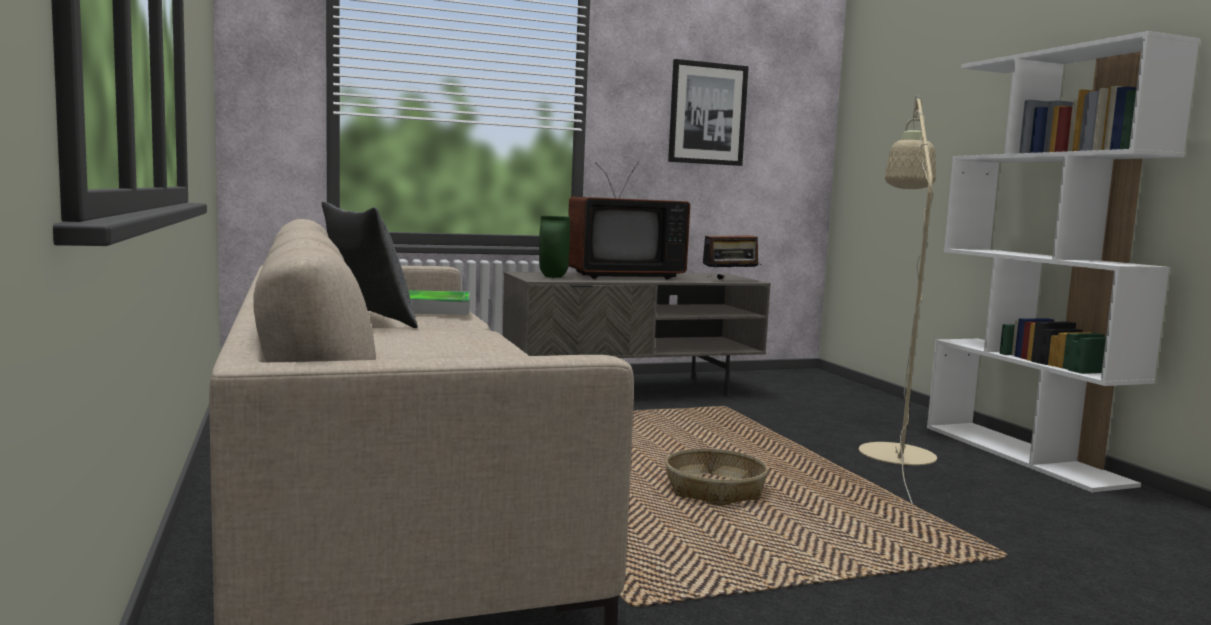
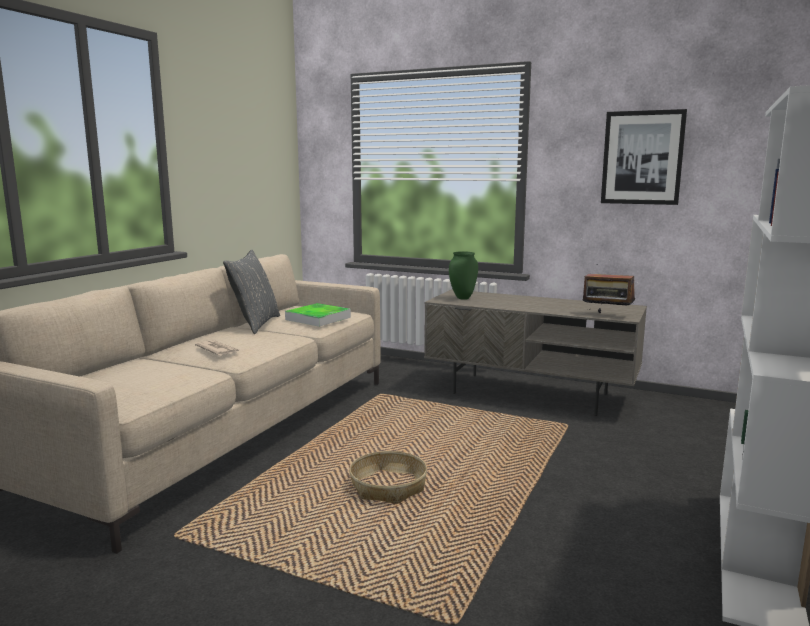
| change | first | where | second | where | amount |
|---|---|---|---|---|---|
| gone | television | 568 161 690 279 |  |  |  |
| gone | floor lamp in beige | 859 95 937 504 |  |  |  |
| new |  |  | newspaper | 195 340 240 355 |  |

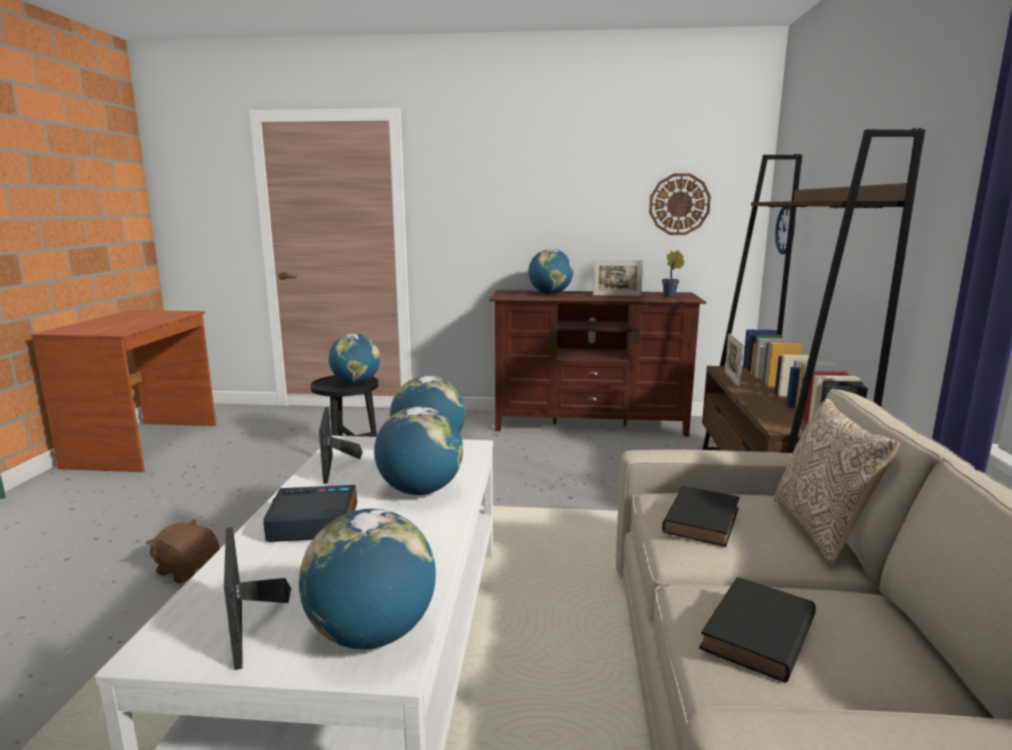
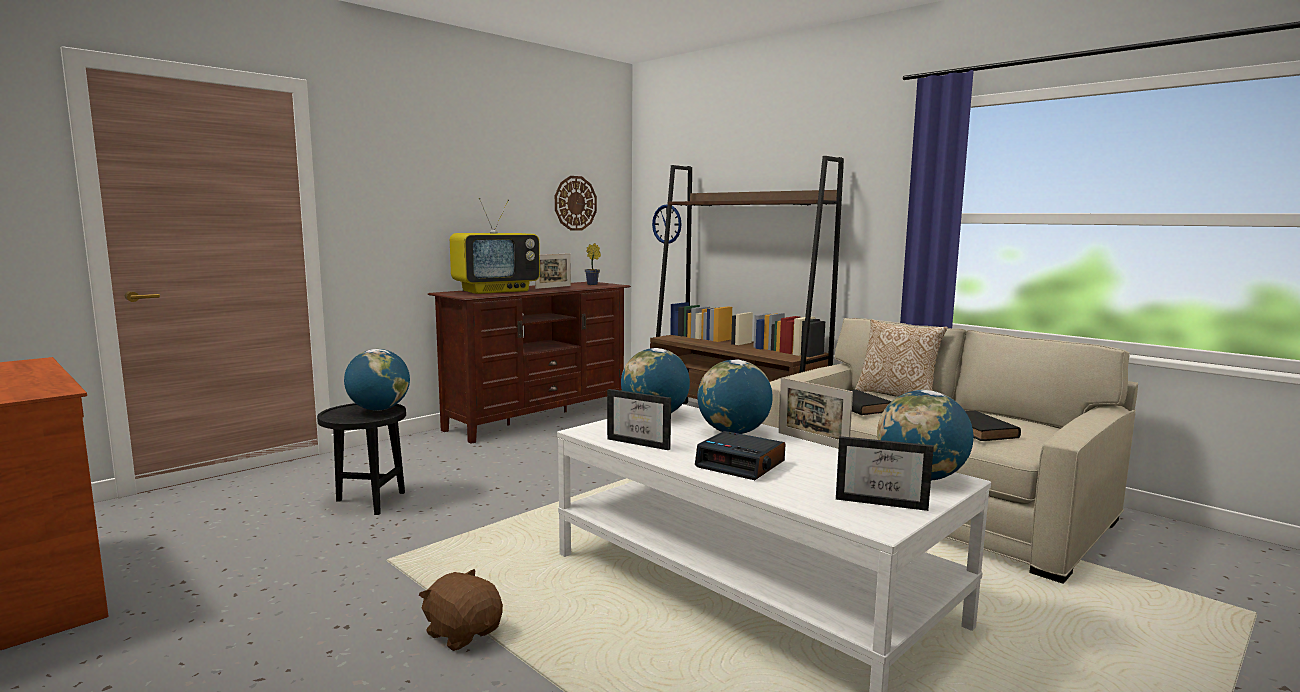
| change | first | where | second | where | amount |
|---|---|---|---|---|---|
| shifted | picture frame | 725 333 744 387 |  | 779 378 853 449 |  |
| swapped | globe | 529 249 573 294 | television | 450 198 540 294 |  |
| rotated | plush toy in brown | 146 519 219 584 |  | 419 569 503 651 | 60 degrees clockwise |
| rotated | alarm clock | 263 485 357 542 |  | 695 431 785 480 | 90 degrees counterclockwise |

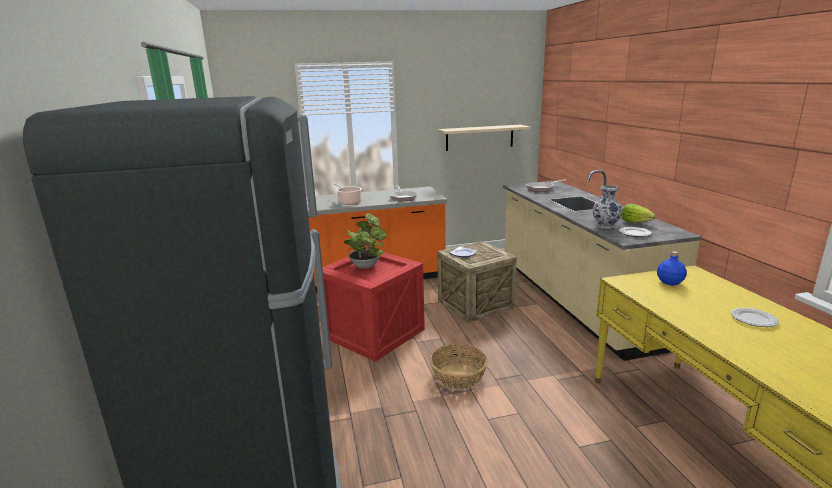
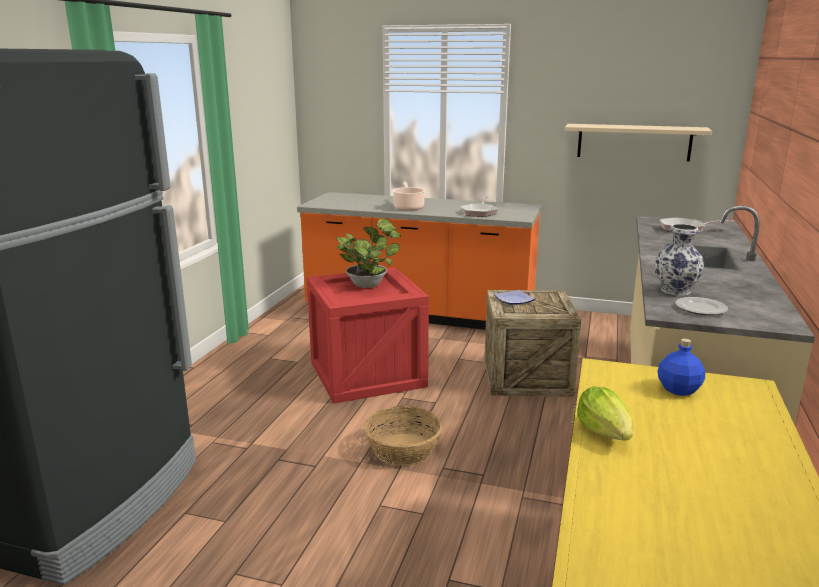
| change | first | where | second | where | amount |
|---|---|---|---|---|---|
| gone | plate | 731 308 779 327 |  |  |  |
| shifted | lettuce | 621 204 656 223 |  | 577 386 633 440 |  |

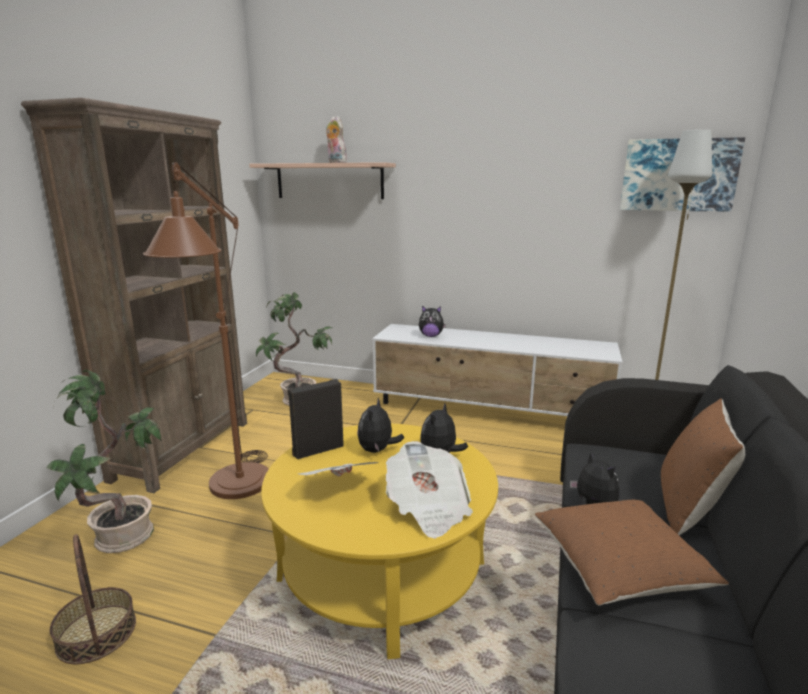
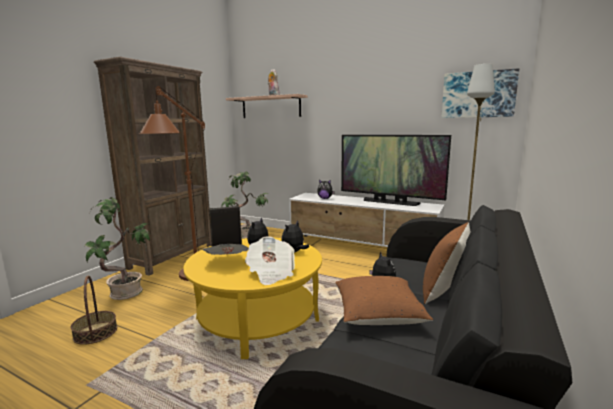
| change | first | where | second | where | amount |
|---|---|---|---|---|---|
| new |  |  | television | 341 135 451 206 |  |

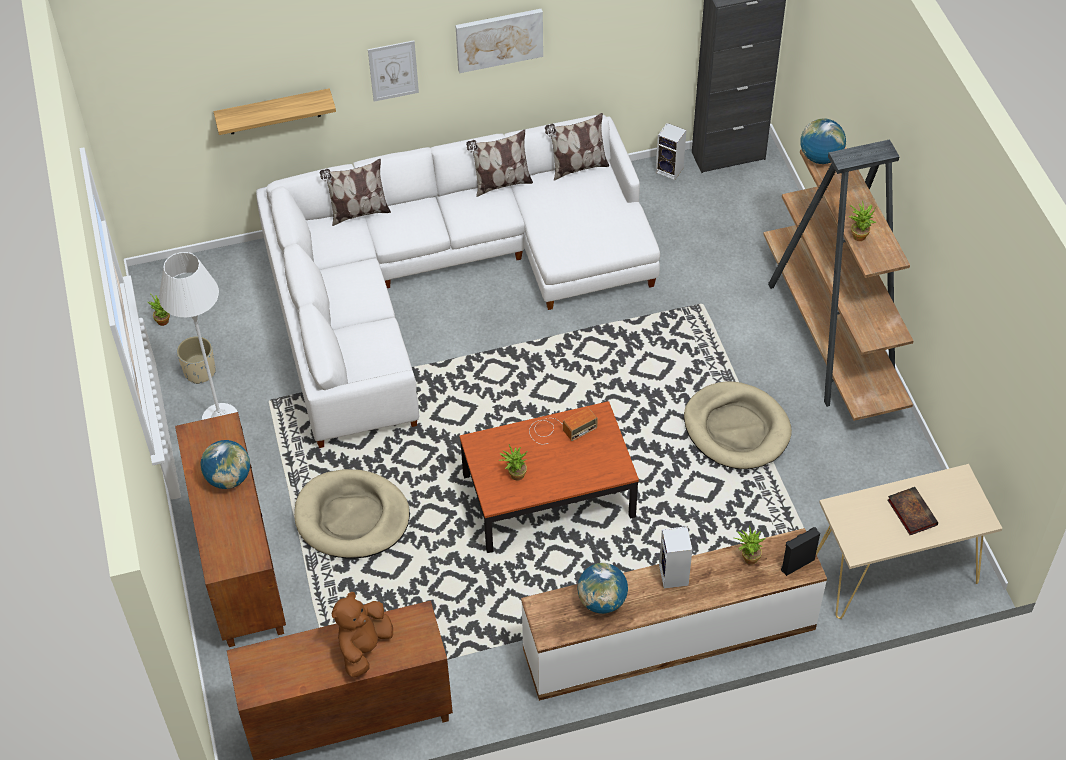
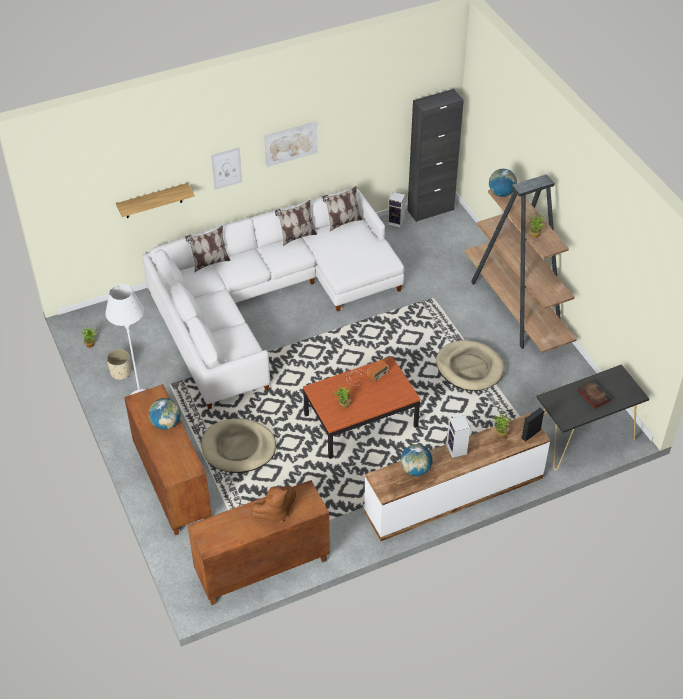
| change | first | where | second | where | amount |
|---|---|---|---|---|---|
| repainted | console table in beige | 816 464 1002 619 | console table in black | 536 365 649 470 |  |
| rotated | plush toy in brown | 332 592 393 678 |  | 251 485 296 523 | 135 degrees counterclockwise |

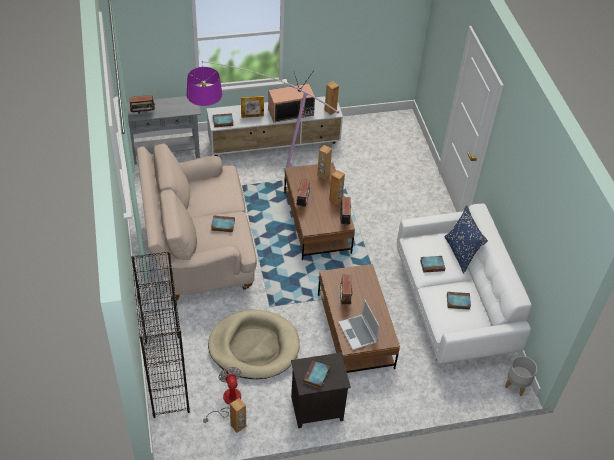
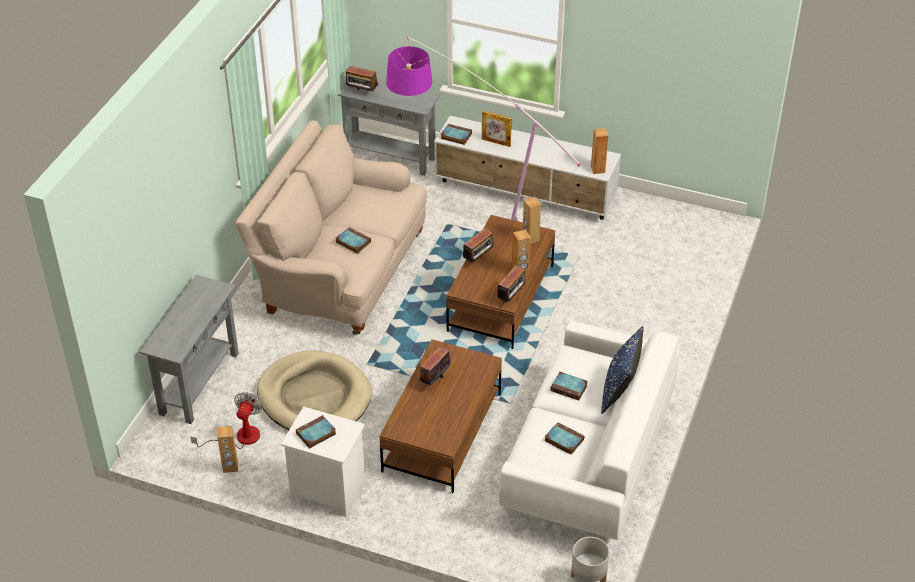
| change | first | where | second | where | amount |
|---|---|---|---|---|---|
| gone | television | 268 70 315 122 |  |  |  |
| gone | laptop | 338 299 380 350 |  |  |  |
| swapped | bookcase in black | 131 251 190 418 | console table in grey | 139 275 239 424 |  |
| repainted | nightstand in black | 291 353 351 428 | nightstand in white | 281 406 365 517 |  |

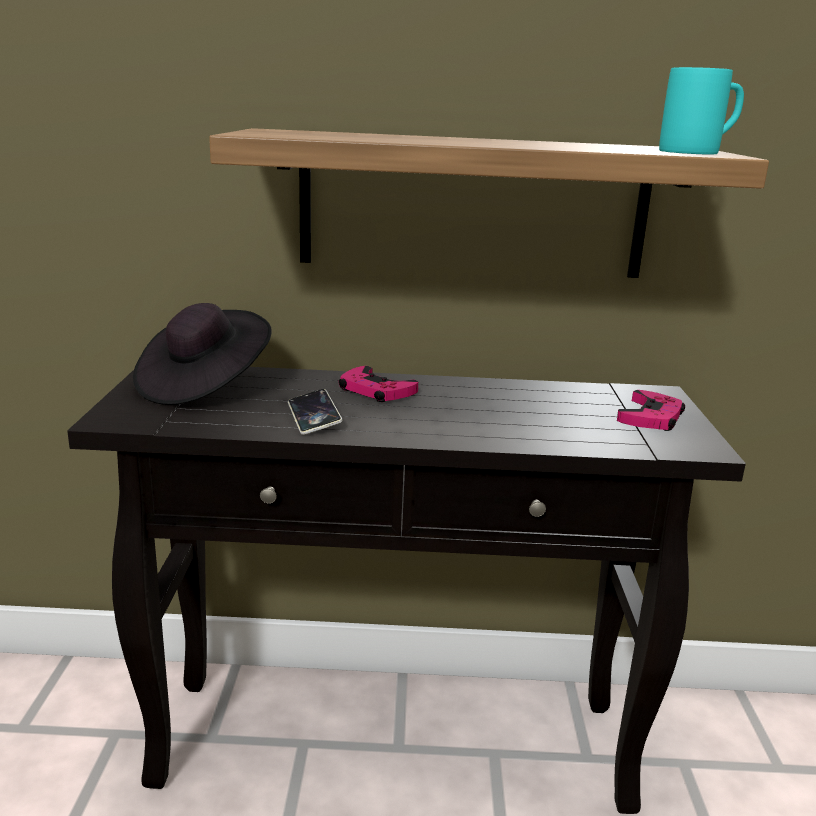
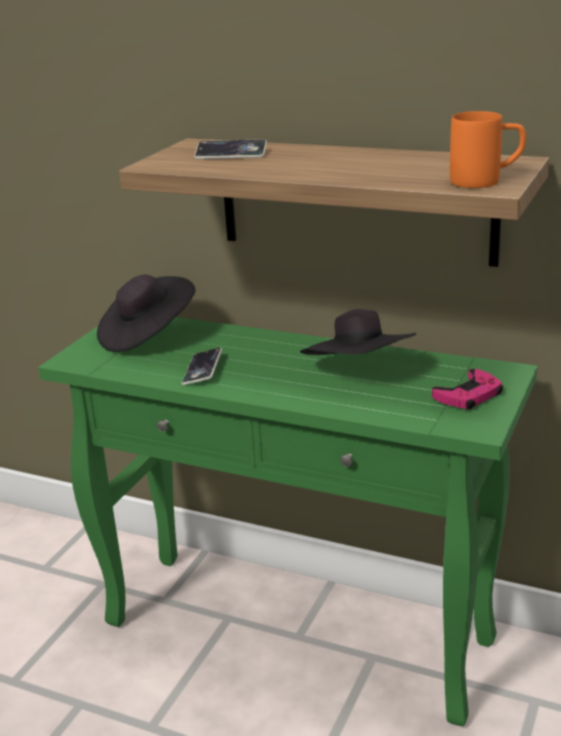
| change | first | where | second | where | amount |
|---|---|---|---|---|---|
| gone | game controller in pink | 339 366 418 402 |  |  |  |
| new |  |  | phone | 195 139 267 159 |  |
| new |  |  | hat in black | 300 309 416 355 |  |
| repainted | console table in black | 67 367 746 814 | console table in green | 38 317 538 726 |  |
| repainted | mug in turquoise | 659 67 744 154 | mug in orange | 450 111 526 188 |  |

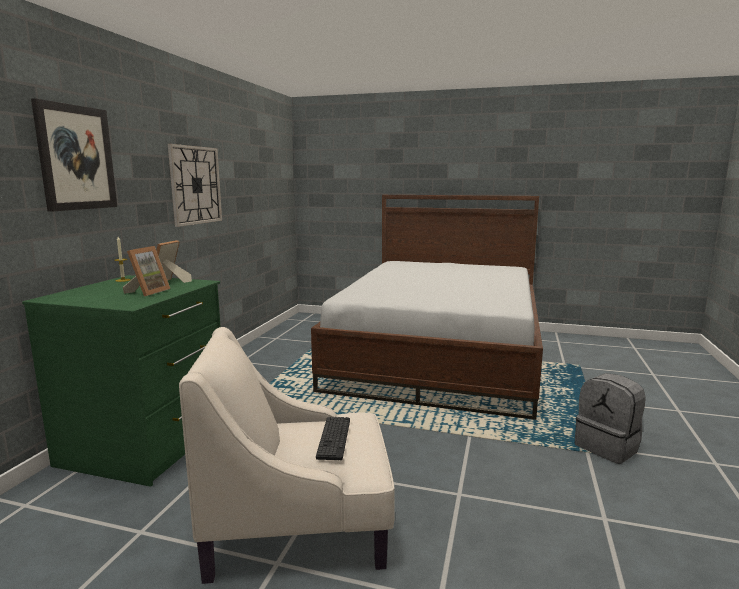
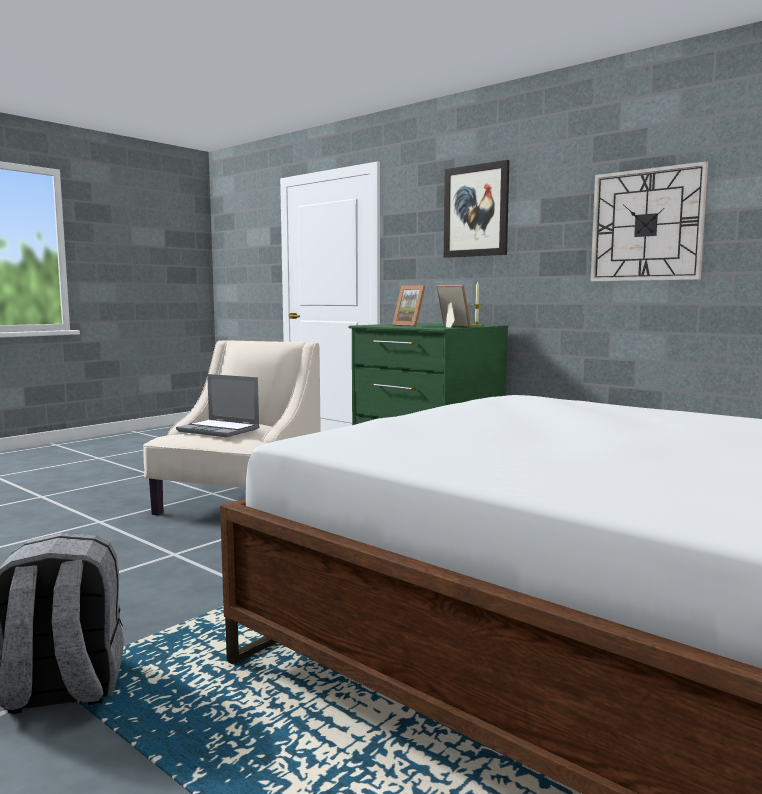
| change | first | where | second | where | amount |
|---|---|---|---|---|---|
| swapped | keyboard | 316 417 350 460 | laptop | 176 374 260 437 |  |

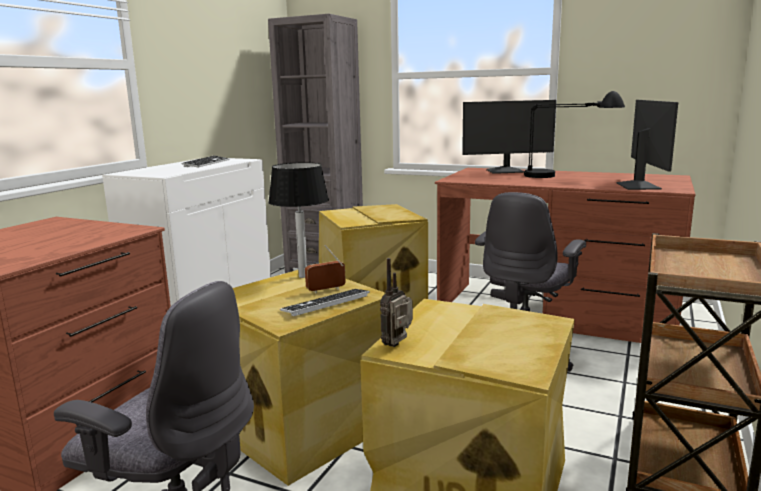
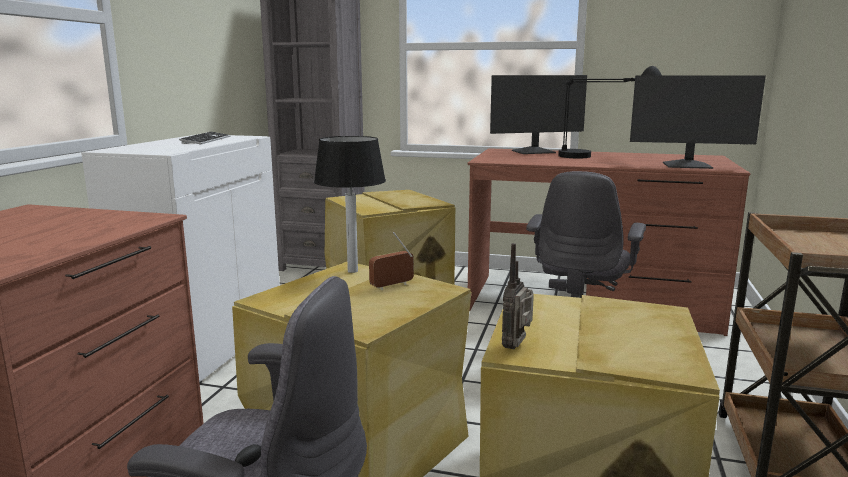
| change | first | where | second | where | amount |
|---|---|---|---|---|---|
| gone | keyboard | 280 289 370 316 |  |  |  |
| rotated | monitor | 617 100 678 190 |  | 630 75 766 169 | 105 degrees clockwise |

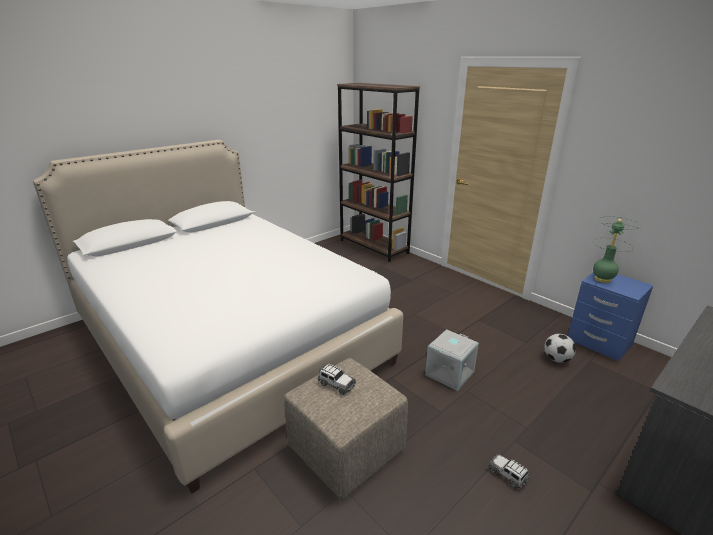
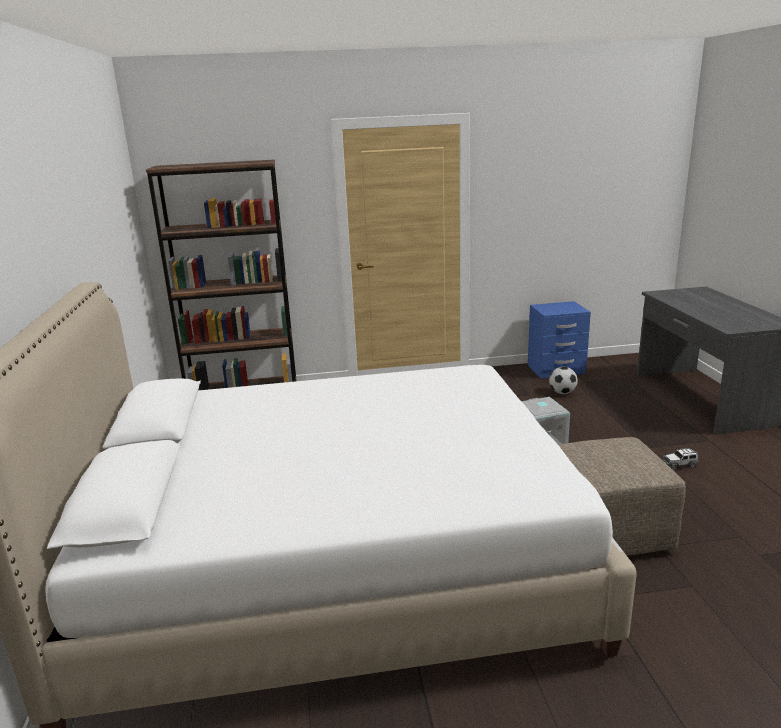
| change | first | where | second | where | amount |
|---|---|---|---|---|---|
| gone | toy car | 318 364 356 395 |  |  |  |
| gone | table lamp in green | 593 216 640 283 |  |  |  |

